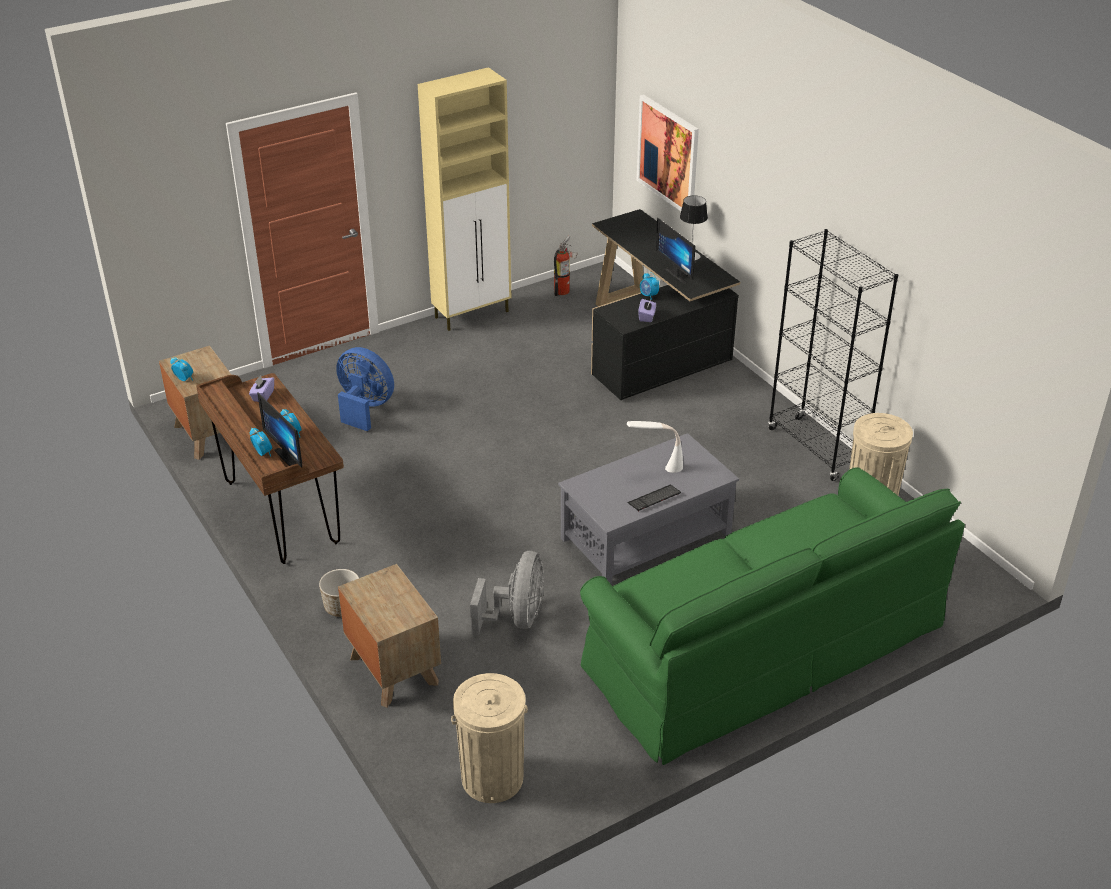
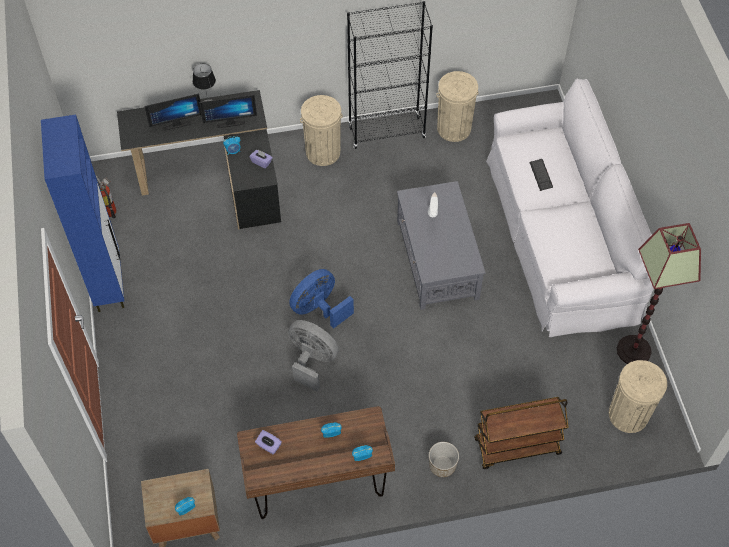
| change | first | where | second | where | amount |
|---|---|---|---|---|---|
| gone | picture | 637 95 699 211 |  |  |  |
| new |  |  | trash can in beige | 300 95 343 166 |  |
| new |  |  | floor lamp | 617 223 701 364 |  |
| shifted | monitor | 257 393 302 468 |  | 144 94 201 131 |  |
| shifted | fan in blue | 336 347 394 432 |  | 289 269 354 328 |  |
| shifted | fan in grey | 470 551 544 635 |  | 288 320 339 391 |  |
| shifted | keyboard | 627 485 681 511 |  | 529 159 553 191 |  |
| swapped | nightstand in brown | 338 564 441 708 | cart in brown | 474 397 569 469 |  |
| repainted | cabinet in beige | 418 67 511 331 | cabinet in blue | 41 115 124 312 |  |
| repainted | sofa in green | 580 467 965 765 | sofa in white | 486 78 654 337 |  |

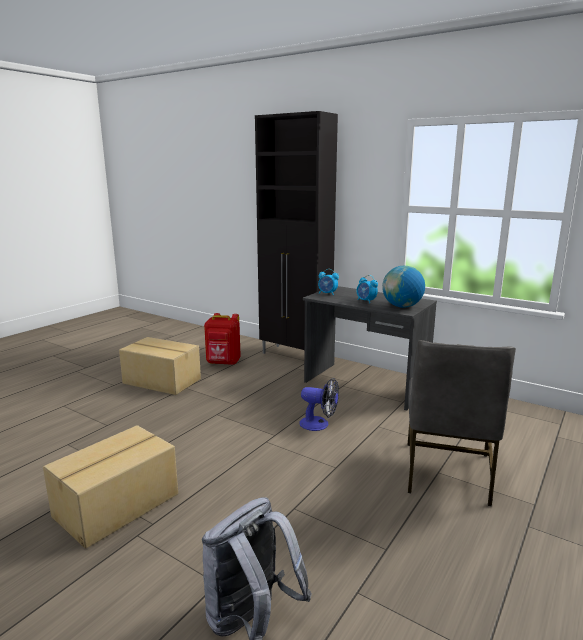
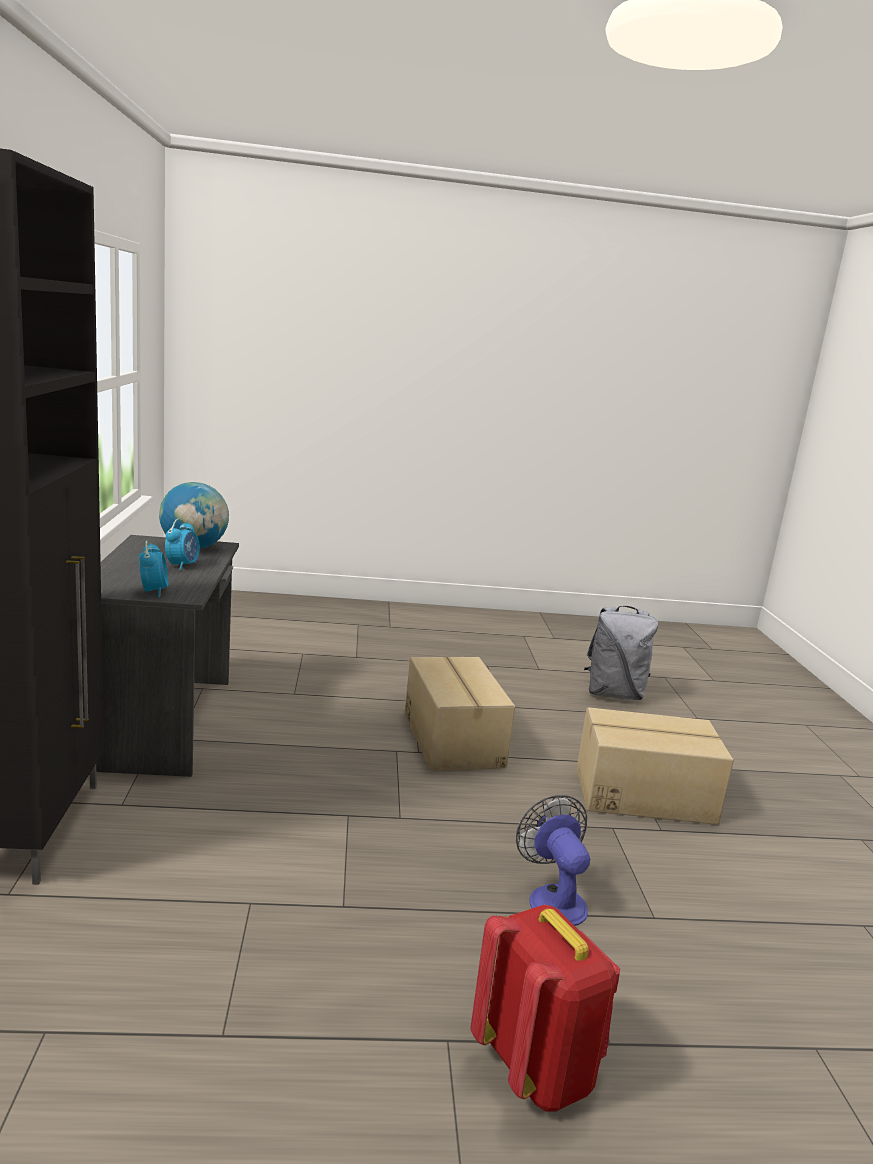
| change | first | where | second | where | amount |
|---|---|---|---|---|---|
| gone | chair in grey | 407 340 516 506 |  |  |  |
| shifted | cardboard box | 119 337 201 395 |  | 405 657 515 771 |  |
| shifted | backpack in red | 204 313 241 365 |  | 471 905 620 1112 |  |
| shifted | fan | 299 378 339 431 |  | 516 795 590 926 |  |

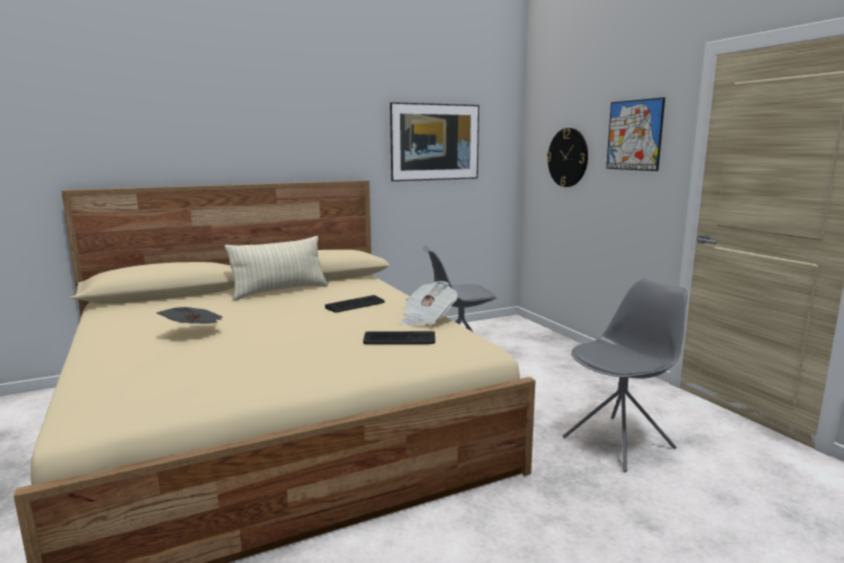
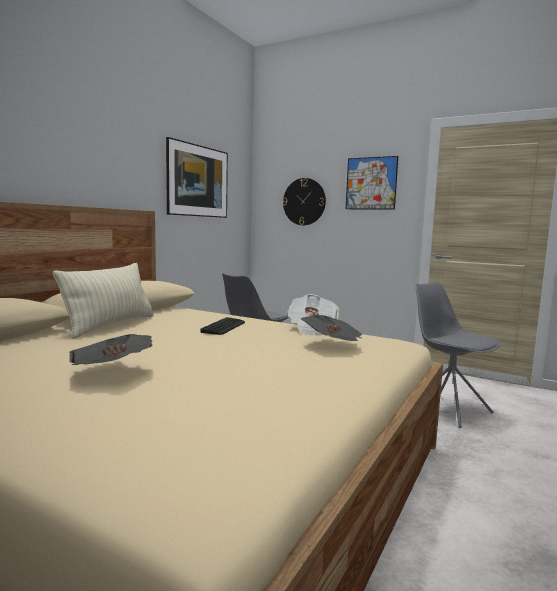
| change | first | where | second | where | amount |
|---|---|---|---|---|---|
| swapped | keyboard | 363 331 435 344 | newspaper | 301 315 362 341 |  |
| rotated | chair in grey | 563 279 687 472 |  | 415 282 500 428 | 60 degrees counterclockwise |

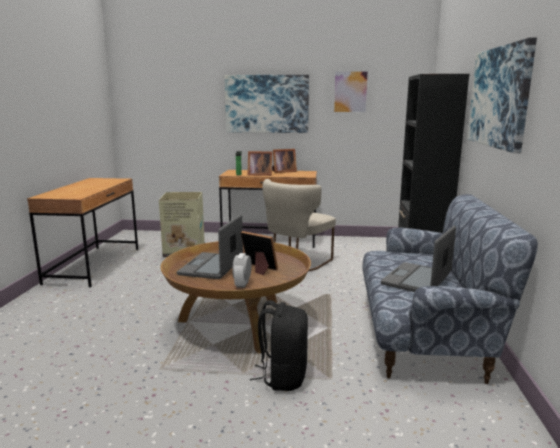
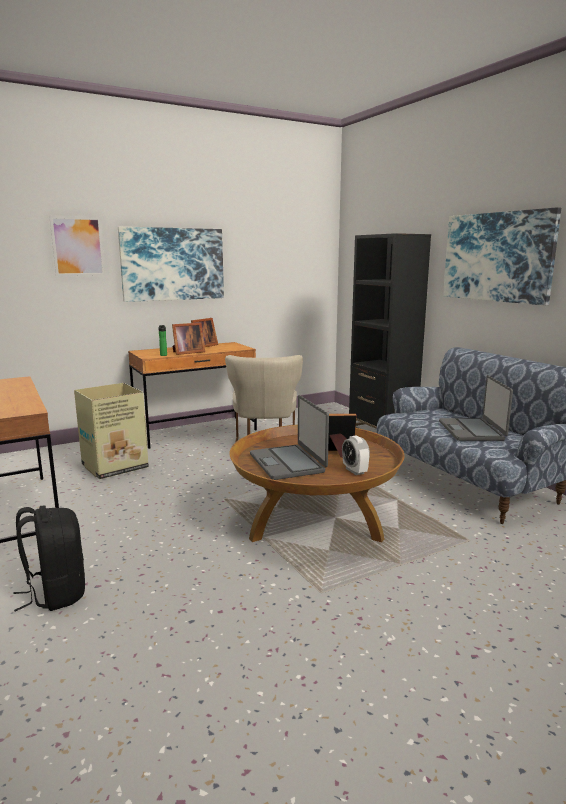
| change | first | where | second | where | amount |
|---|---|---|---|---|---|
| shifted | backpack in black | 250 300 308 391 |  | 13 505 85 611 |  |
| shifted | picture | 332 69 370 114 |  | 49 216 105 276 |  |

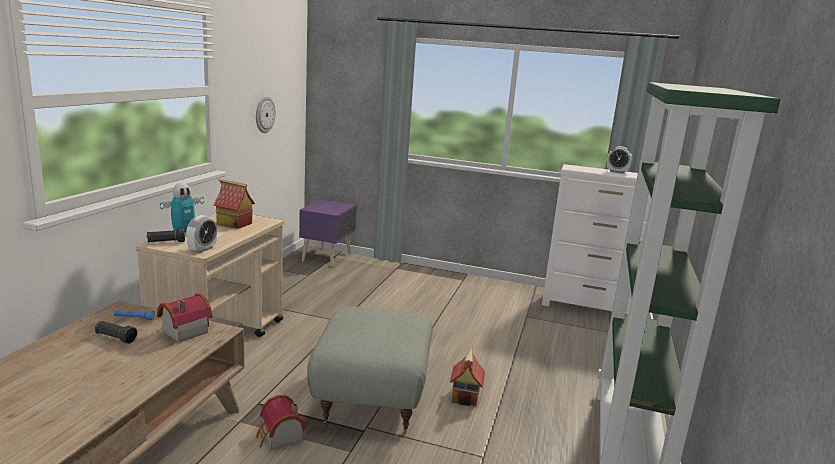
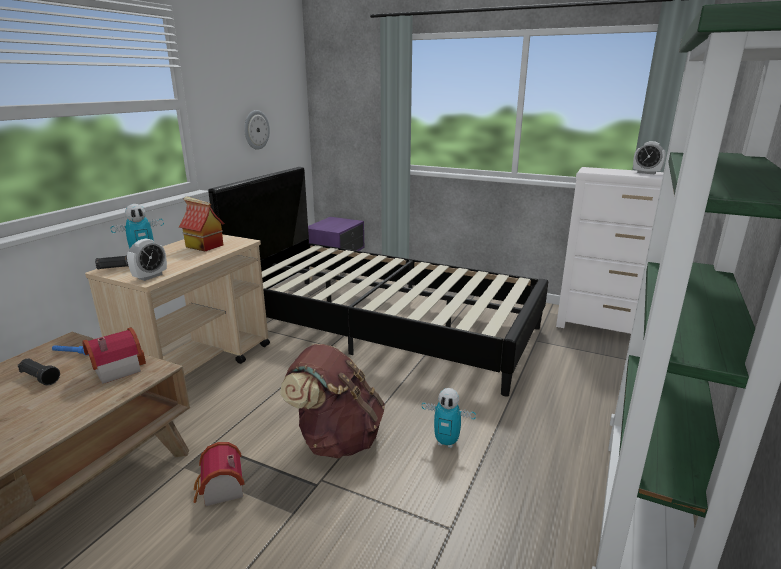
| change | first | where | second | where | amount |
|---|---|---|---|---|---|
| new |  |  | bed in black | 208 167 548 397 |  |
| swapped | ottoman in grey | 307 307 433 434 | backpack in brown | 280 344 385 458 |  |
| swapped | toy house | 450 346 485 406 | toy robot | 422 388 476 448 |  |

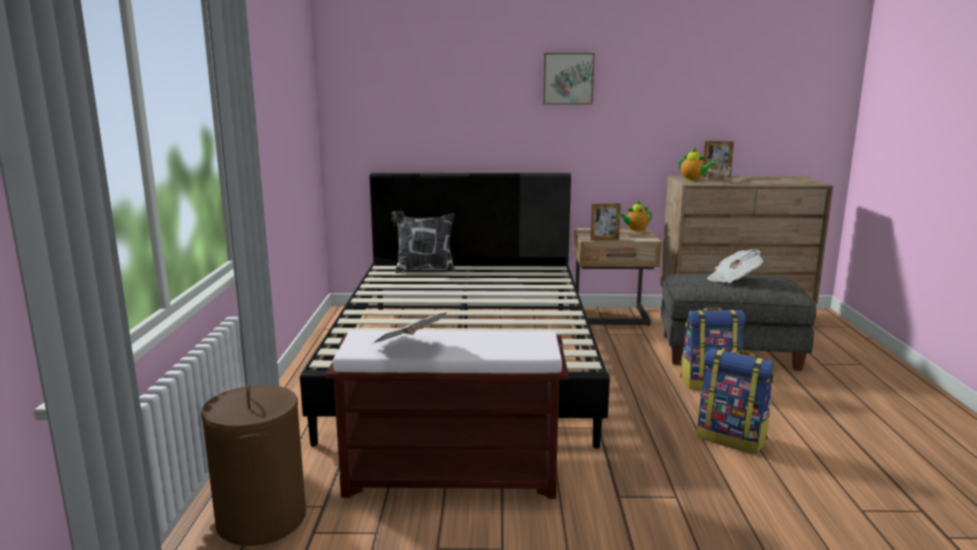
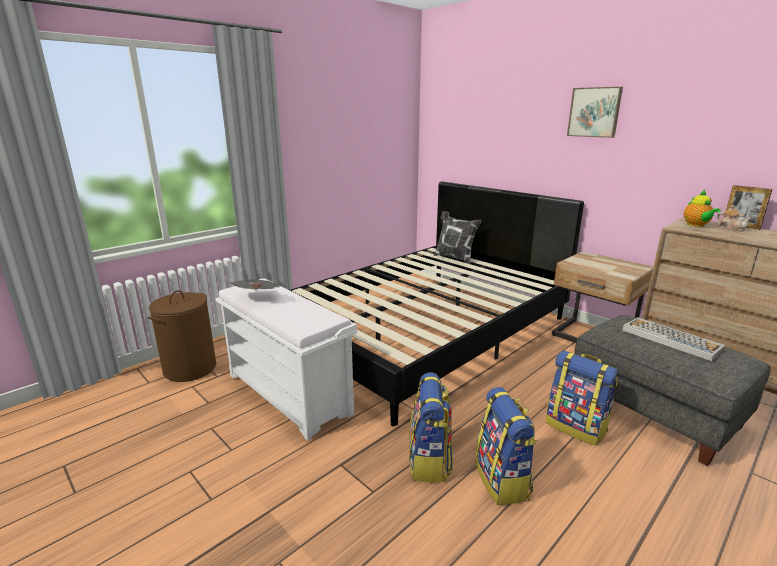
| change | first | where | second | where | amount |
|---|---|---|---|---|---|
| gone | picture frame | 590 203 621 240 |  |  |  |
| gone | teapot | 620 200 652 231 |  |  |  |
| new |  |  | backpack | 409 373 453 482 |  |
| swapped | newspaper | 707 249 763 283 | keyboard | 622 318 726 361 |  |
| repainted | bench in brown | 325 331 569 499 | bench in white | 215 278 357 441 |  |

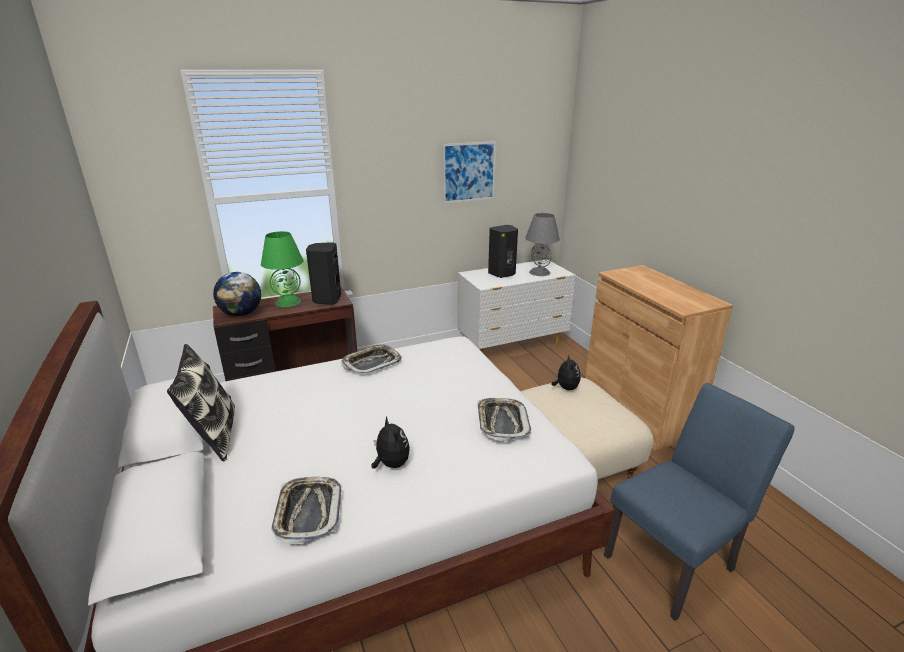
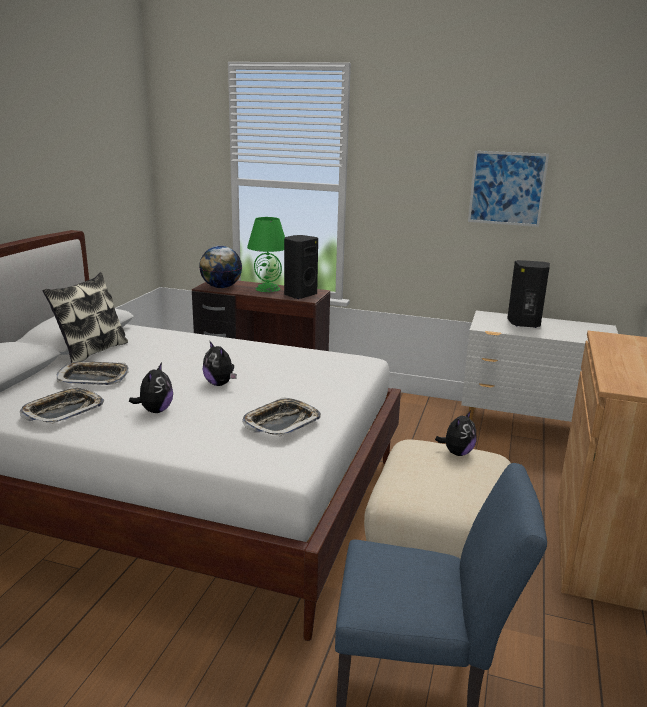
| change | first | where | second | where | amount |
|---|---|---|---|---|---|
| gone | table lamp in grey | 525 213 560 276 |  |  |  |
| new |  |  | plush toy | 203 340 237 386 |  |
| shifted | tray | 342 344 402 375 |  | 57 361 129 385 |  |

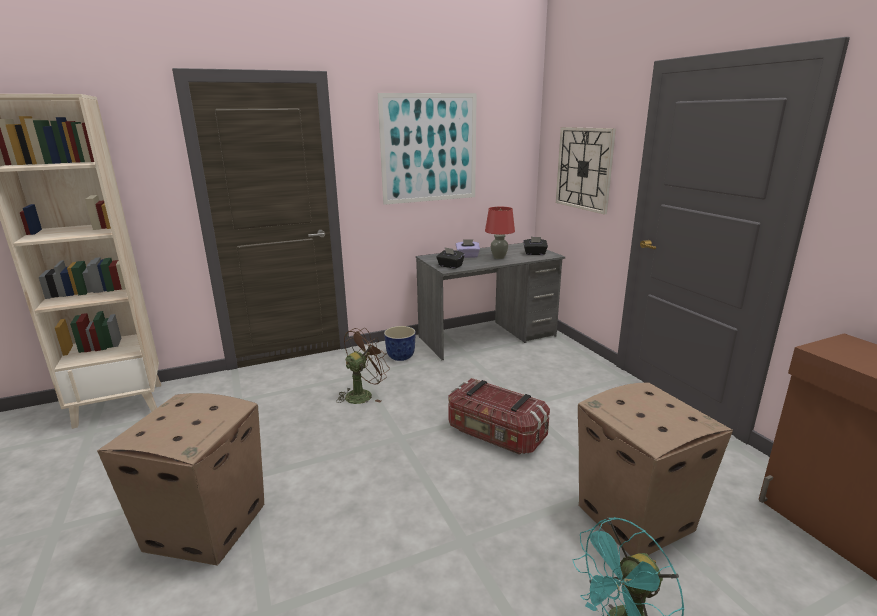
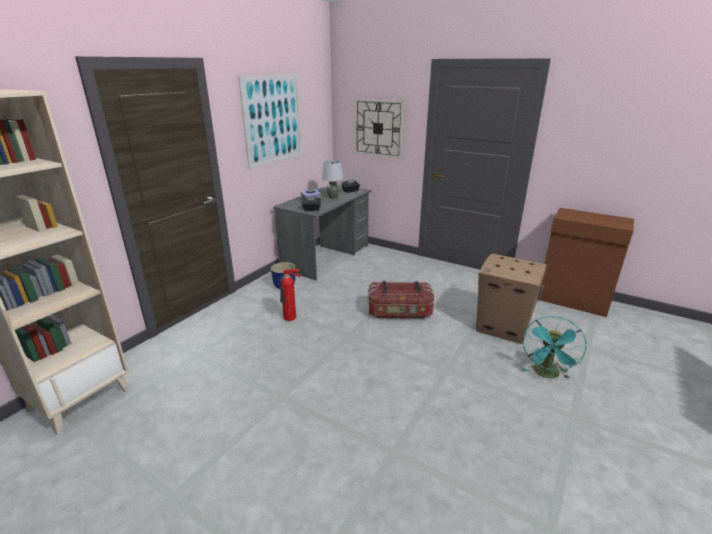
| change | first | where | second | where | amount |
|---|---|---|---|---|---|
| gone | cardboard box | 97 393 264 565 |  |  |  |
| swapped | fan in brown | 336 328 390 404 | fire extinguisher | 280 269 301 321 |  |
| repainted | table lamp in red | 485 207 515 259 | table lamp in grey | 322 160 344 199 |  |

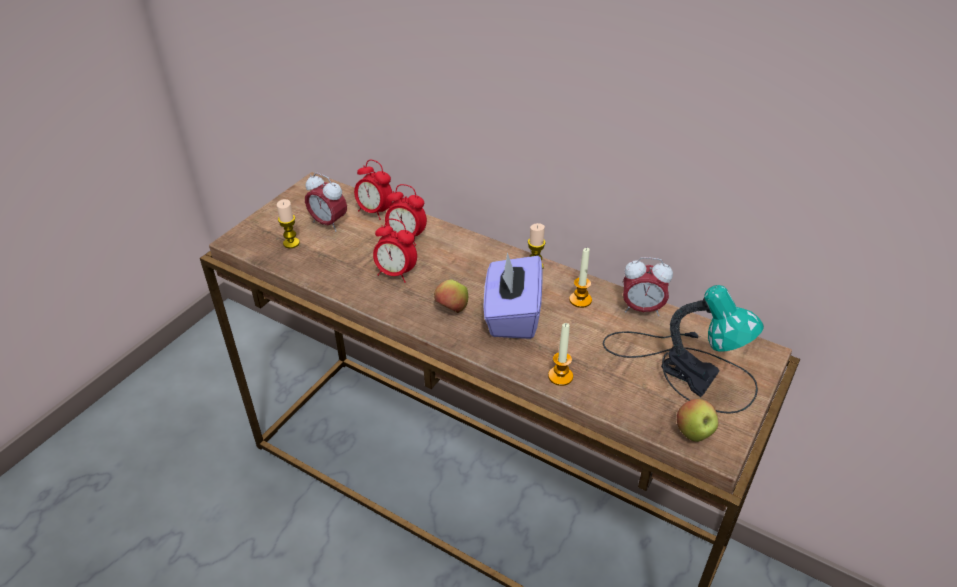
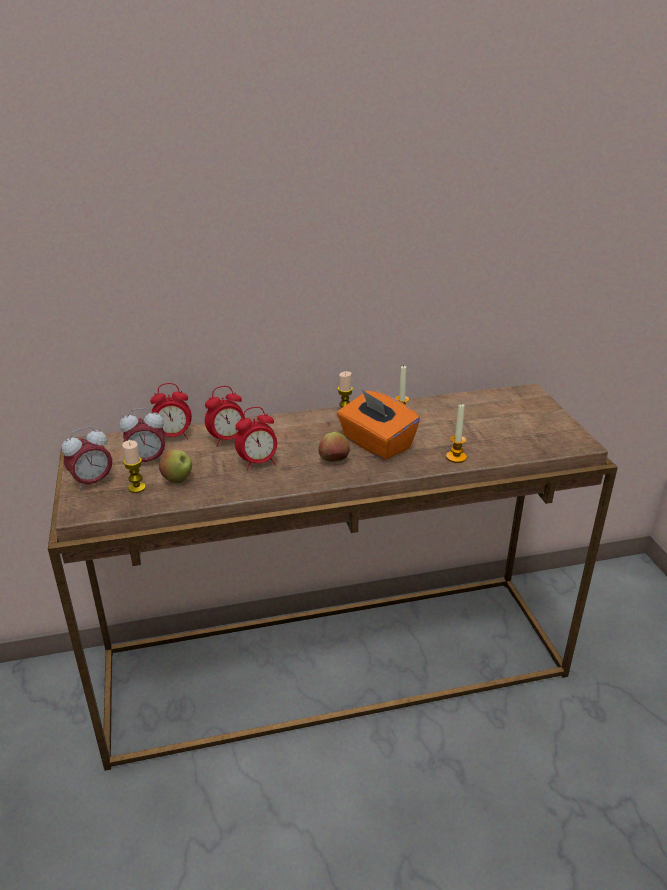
| change | first | where | second | where | amount |
|---|---|---|---|---|---|
| gone | table lamp | 603 285 764 413 |  |  |  |
| shifted | alarm clock | 623 257 673 316 |  | 62 427 112 491 |  |
| shifted | apple | 677 399 718 442 |  | 159 449 192 483 |  |
| repainted | tissue box in purple | 483 252 542 339 | tissue box in orange | 337 390 420 460 |  |

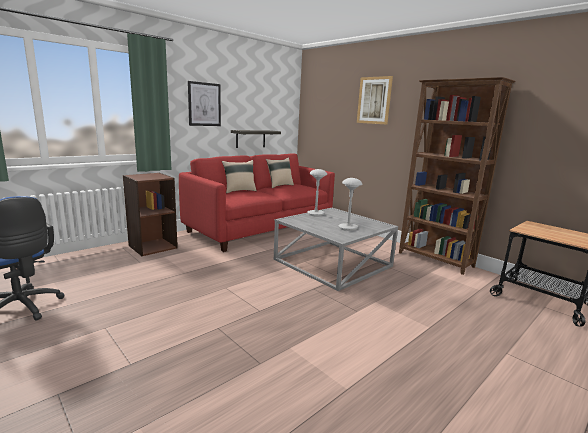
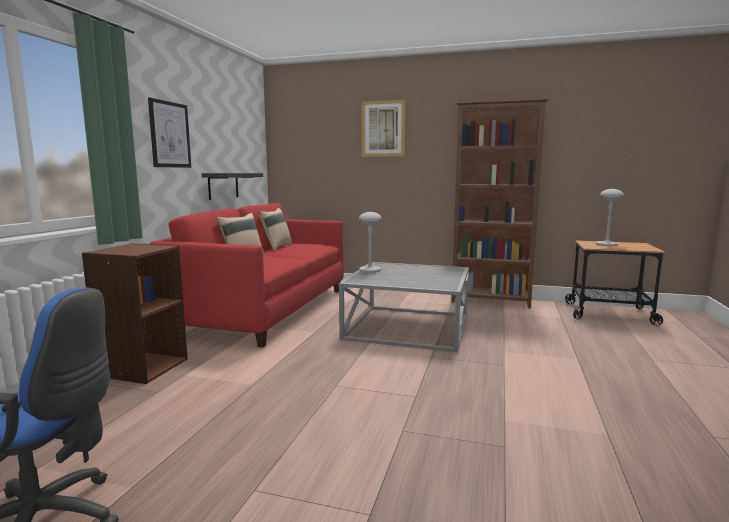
| change | first | where | second | where | amount |
|---|---|---|---|---|---|
| shifted | table lamp in grey | 339 178 362 231 |  | 596 189 624 247 |  |

